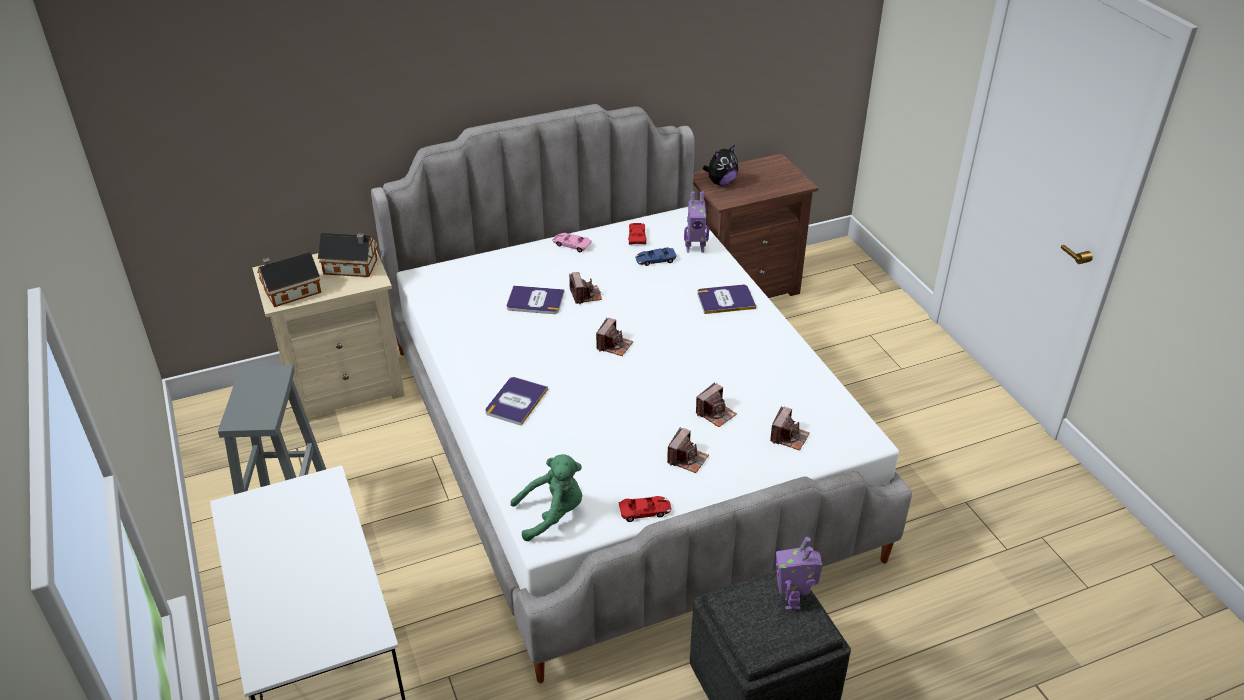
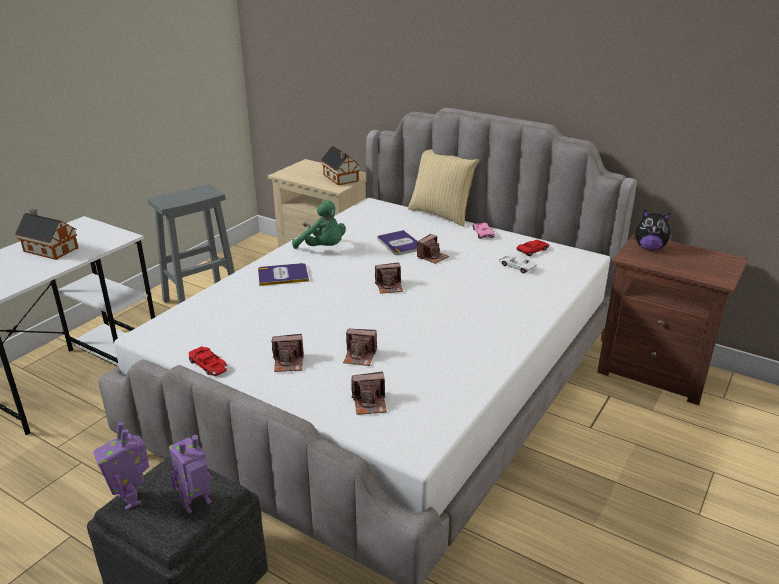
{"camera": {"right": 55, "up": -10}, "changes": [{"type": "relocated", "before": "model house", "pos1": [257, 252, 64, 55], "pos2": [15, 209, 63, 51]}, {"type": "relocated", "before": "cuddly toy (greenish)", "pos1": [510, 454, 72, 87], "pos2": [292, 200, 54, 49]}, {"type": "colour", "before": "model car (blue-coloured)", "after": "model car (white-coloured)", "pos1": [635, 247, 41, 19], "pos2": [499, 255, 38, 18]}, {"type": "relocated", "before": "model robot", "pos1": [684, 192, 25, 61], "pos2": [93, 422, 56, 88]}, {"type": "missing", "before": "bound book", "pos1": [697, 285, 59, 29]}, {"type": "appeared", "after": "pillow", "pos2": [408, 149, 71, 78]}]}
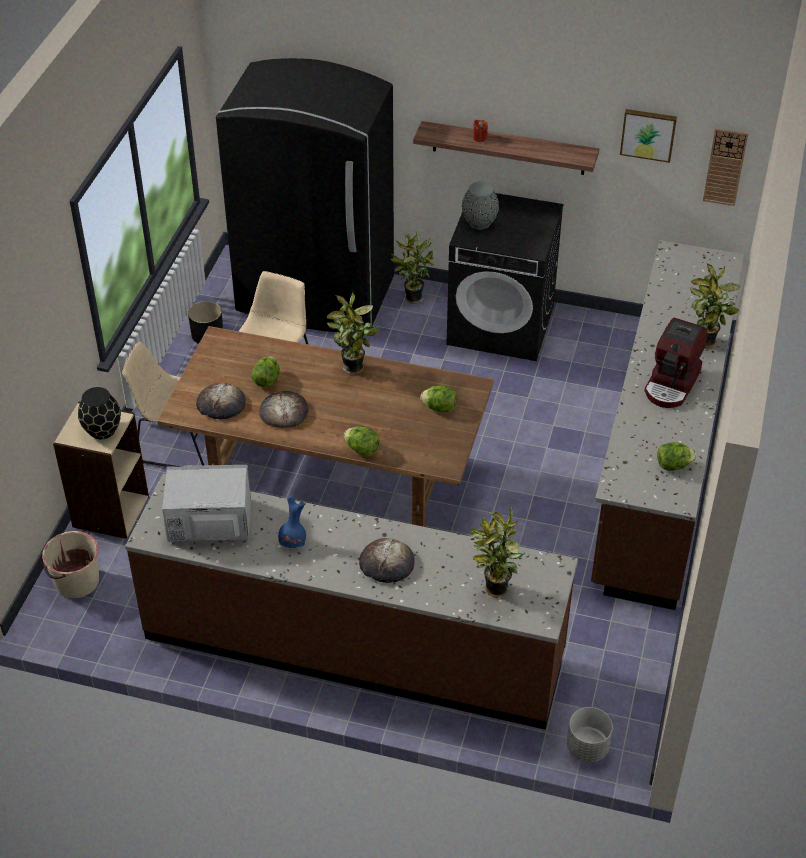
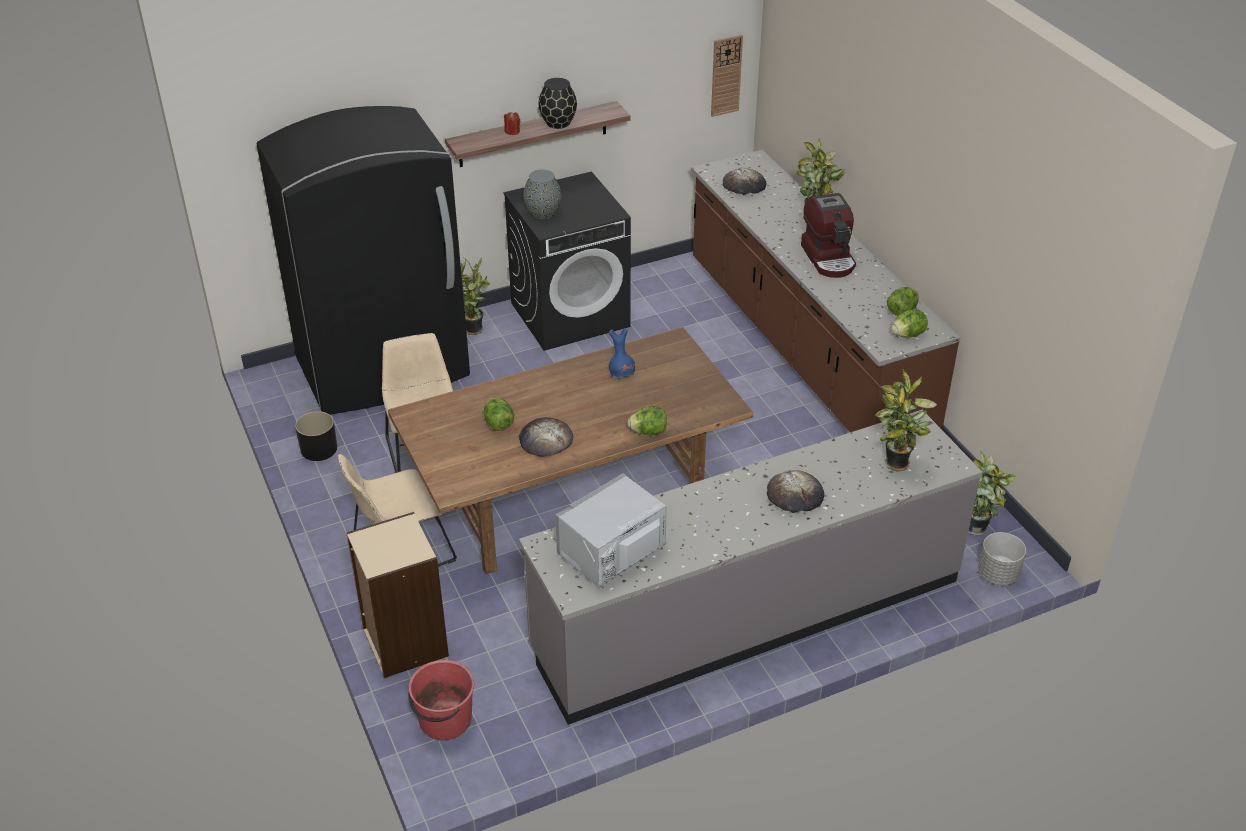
{"camera": {"right": -40, "up": -5}, "changes": [{"type": "colour", "before": "bucket (beige-coloured)", "after": "bucket (red-coloured)", "pos1": [42, 531, 57, 67], "pos2": [408, 660, 66, 80]}, {"type": "relocated", "before": "flower vase (black)", "pos1": [78, 387, 43, 52], "pos2": [538, 78, 39, 51]}, {"type": "colour", "before": "kitchen counter (brownish)", "after": "kitchen counter (gray)", "pos1": [125, 473, 453, 257], "pos2": [519, 410, 463, 315]}, {"type": "relocated", "before": "bread", "pos1": [196, 383, 50, 36], "pos2": [723, 168, 43, 27]}, {"type": "relocated", "before": "flower vase (blue-coloured)", "pos1": [278, 496, 28, 52], "pos2": [609, 328, 26, 49]}, {"type": "relocated", "before": "plant in a pot", "pos1": [327, 292, 52, 83], "pos2": [968, 450, 49, 86]}, {"type": "relocated", "before": "lettuce head", "pos1": [420, 385, 36, 27], "pos2": [891, 309, 37, 28]}, {"type": "missing", "before": "picture", "pos1": [620, 109, 57, 54]}]}
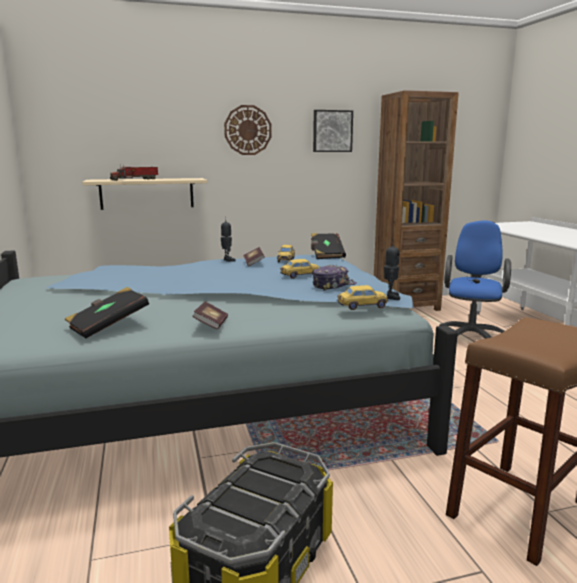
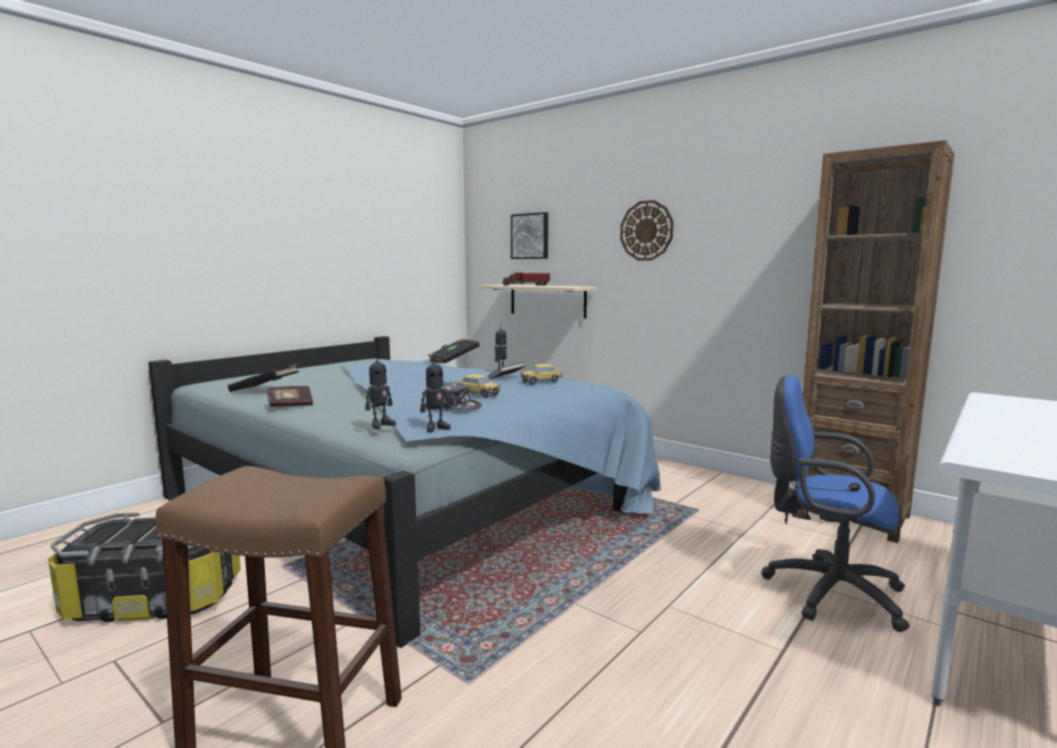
{"camera": {"right": 55, "up": -5}, "changes": [{"type": "relocated", "before": "bound book (black)", "pos1": [311, 233, 35, 26], "pos2": [428, 338, 52, 25]}, {"type": "relocated", "before": "picture", "pos1": [313, 110, 40, 42], "pos2": [511, 212, 37, 47]}, {"type": "exchanged", "before": "model car", "after": "model robot", "pos1": [337, 285, 51, 25], "pos2": [365, 352, 31, 77]}, {"type": "spun", "before": "desk chair (blue-coloured)", "pos1": [435, 220, 76, 119], "pos2": [761, 375, 149, 257], "turn": -135}]}
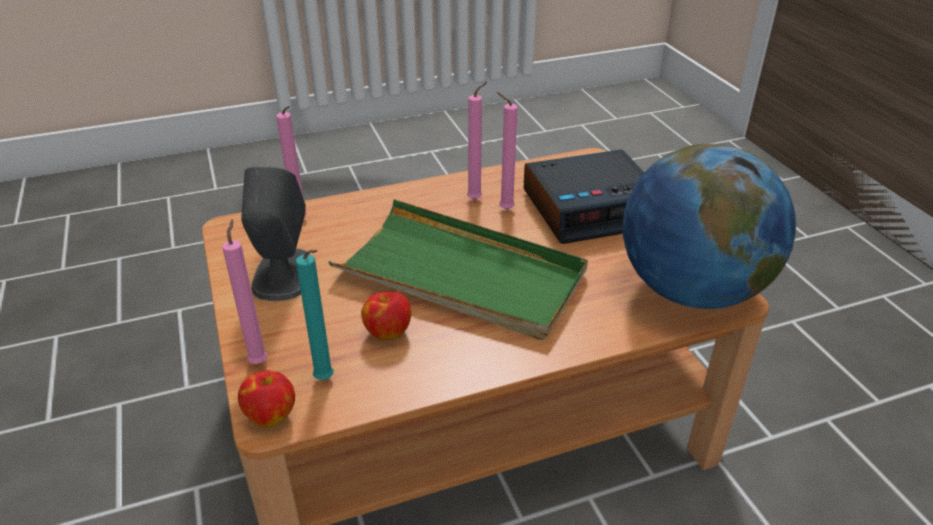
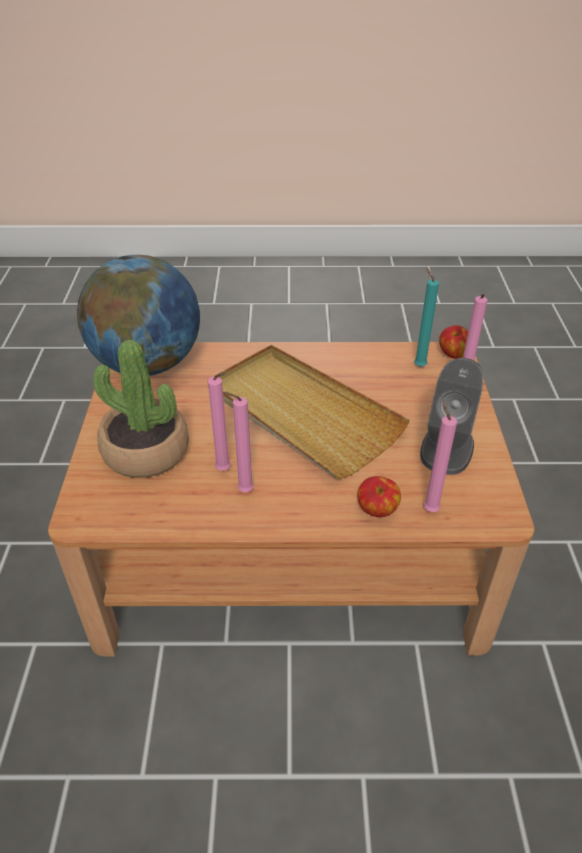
{"camera": {"right": -160, "up": 5}, "changes": [{"type": "colour", "before": "carrying tray (greenish)", "after": "carrying tray (beige-coloured)", "pos1": [328, 199, 260, 141], "pos2": [207, 345, 203, 134]}, {"type": "relocated", "before": "apple", "pos1": [361, 292, 50, 48], "pos2": [357, 476, 44, 41]}, {"type": "exchanged", "before": "table clock", "after": "plant in a pot", "pos1": [524, 149, 121, 95], "pos2": [93, 340, 96, 138]}]}
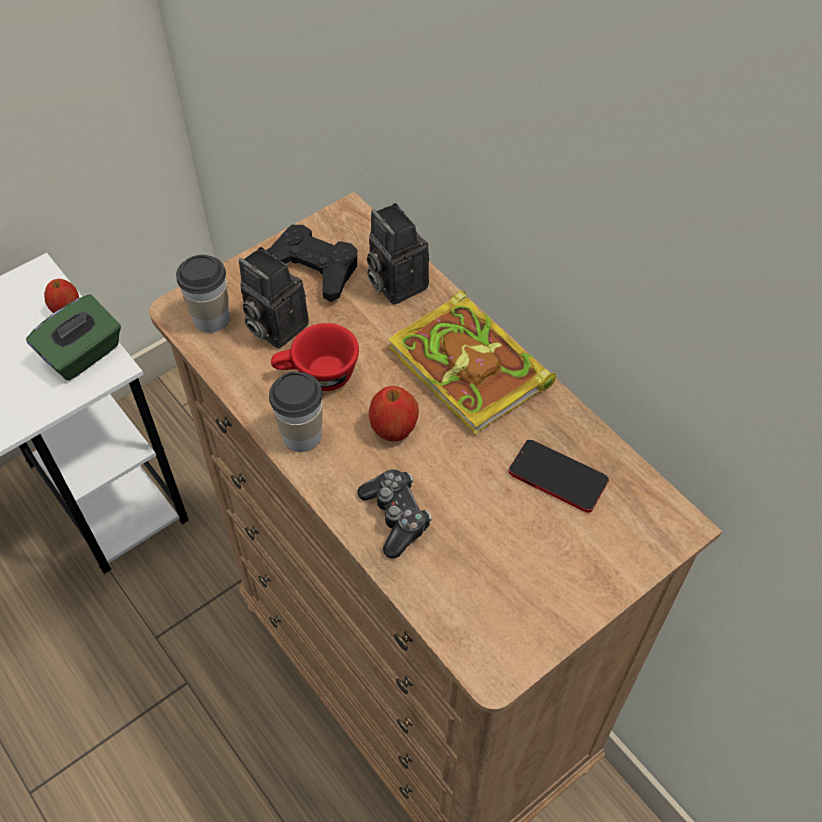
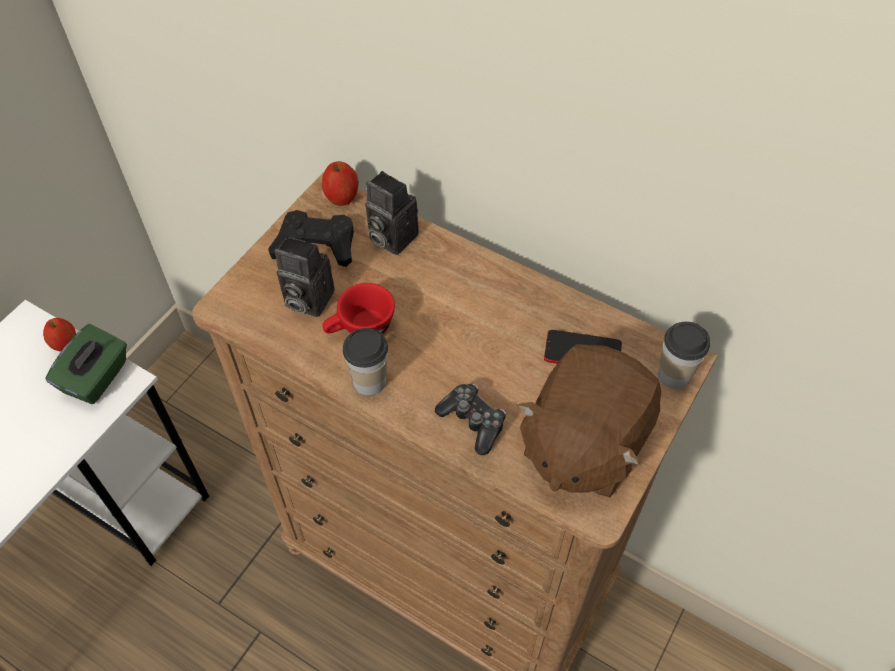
{"camera": {"right": -20, "up": 0}, "changes": [{"type": "relocated", "before": "cup", "pos1": [176, 255, 54, 78], "pos2": [658, 322, 52, 67]}, {"type": "relocated", "before": "apple", "pos1": [369, 386, 50, 56], "pos2": [322, 161, 37, 45]}, {"type": "missing", "before": "bound book", "pos1": [389, 291, 167, 143]}, {"type": "appeared", "after": "cuddly toy (brownish)", "pos2": [517, 344, 144, 153]}]}
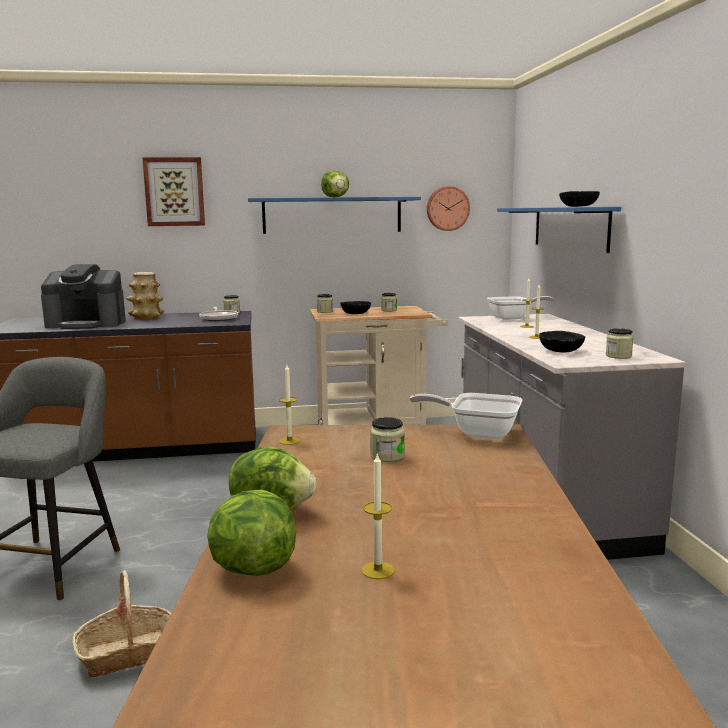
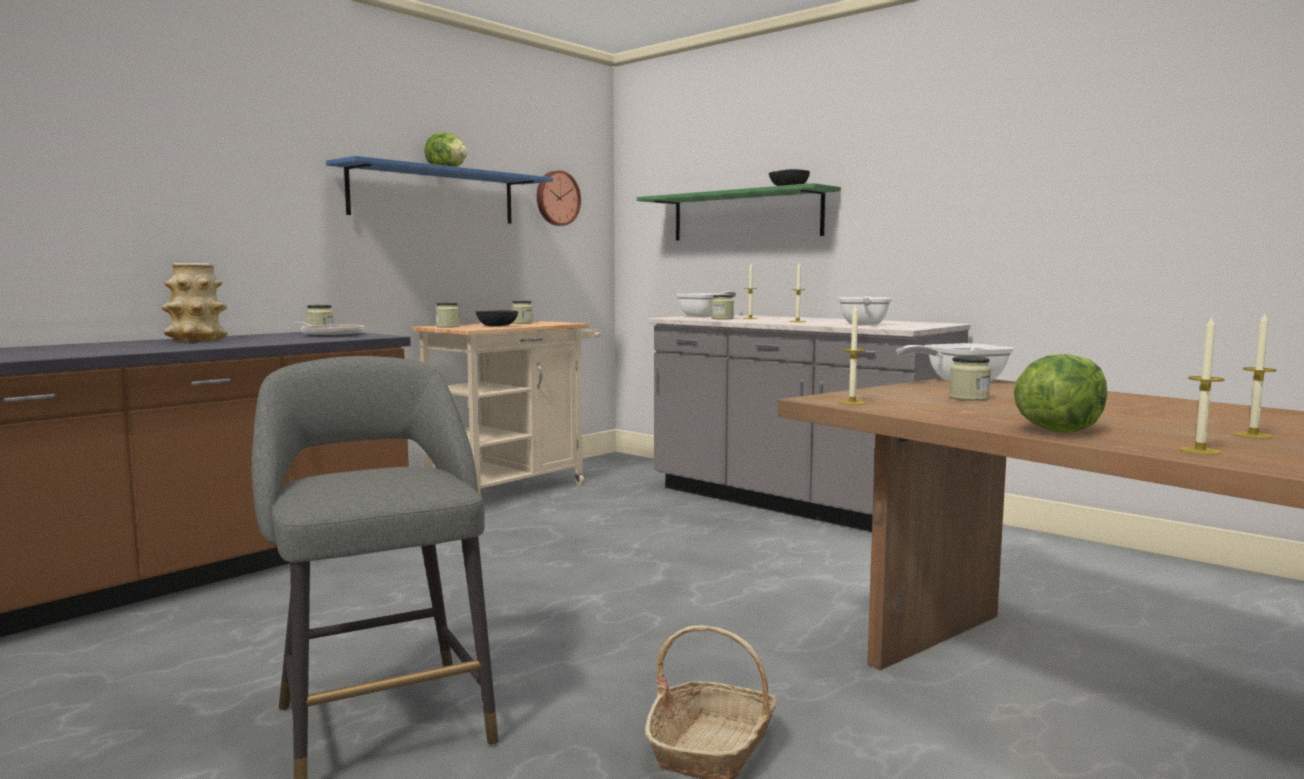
{"camera": {"right": -40, "up": -5}, "changes": [{"type": "missing", "before": "coffee brewer", "pos1": [41, 264, 85, 65]}, {"type": "missing", "before": "picture", "pos1": [142, 157, 63, 69]}, {"type": "exchanged", "before": "lettuce head", "after": "candle", "pos1": [207, 489, 89, 87], "pos2": [1179, 316, 46, 139]}, {"type": "colour", "before": "bracket shelf (blue-coloured)", "after": "bracket shelf (greenish)", "pos1": [497, 207, 124, 46], "pos2": [636, 183, 205, 58]}, {"type": "exchanged", "before": "deep dish (black)", "after": "skillet", "pos1": [539, 331, 47, 22], "pos2": [837, 297, 55, 28]}, {"type": "relocated", "before": "preserve jar", "pos1": [606, 328, 28, 31], "pos2": [711, 295, 23, 24]}]}
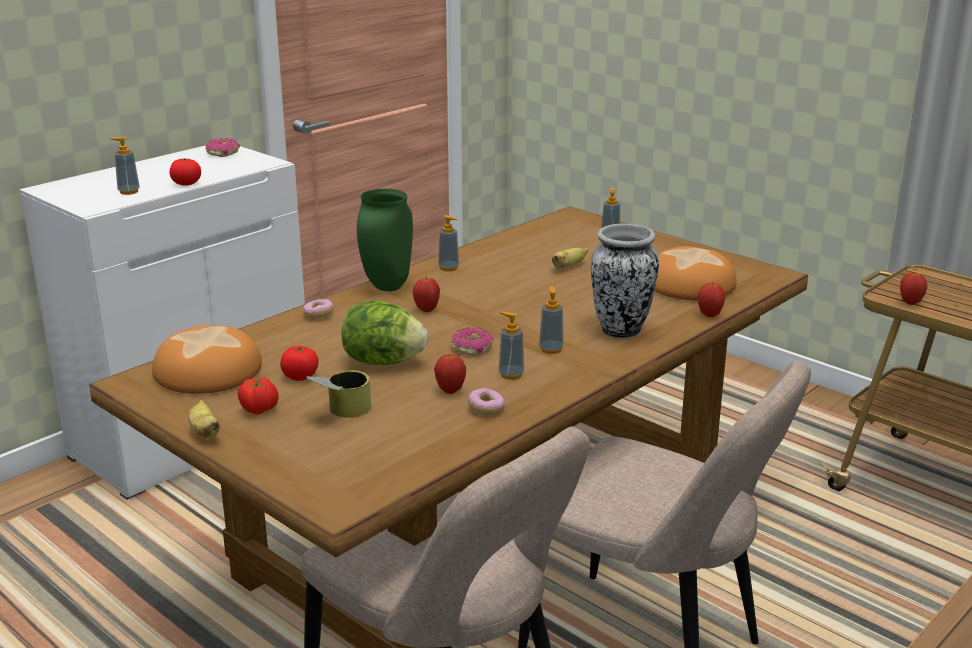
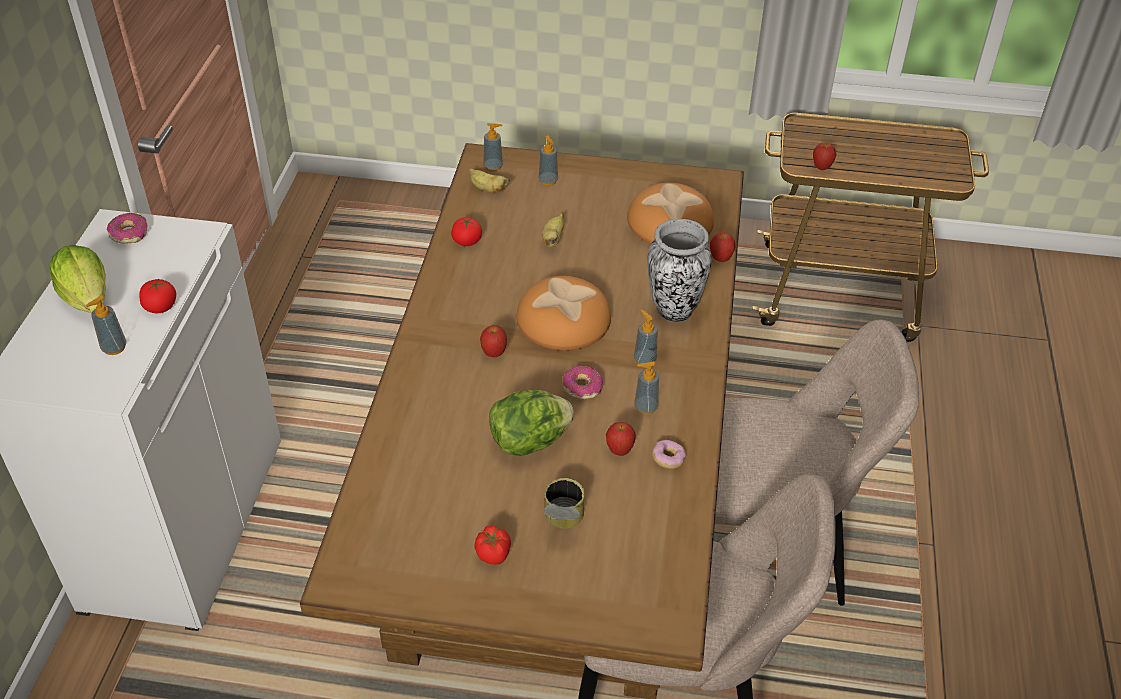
{"camera": {"right": -35, "up": 20}, "changes": [{"type": "relocated", "before": "bread", "pos1": [152, 325, 110, 69], "pos2": [517, 276, 94, 75]}, {"type": "relocated", "before": "banana fruit", "pos1": [189, 400, 31, 39], "pos2": [469, 168, 40, 25]}, {"type": "relocated", "before": "whole tomato", "pos1": [280, 345, 39, 36], "pos2": [451, 217, 31, 29]}, {"type": "missing", "before": "ring doughnut", "pos1": [303, 299, 31, 20]}, {"type": "missing", "before": "flower vase (greenish)", "pos1": [357, 189, 56, 102]}, {"type": "relocated", "before": "soap bottle", "pos1": [438, 215, 21, 56], "pos2": [483, 123, 20, 49]}, {"type": "appeared", "after": "lettuce head", "pos2": [49, 245, 57, 68]}]}
